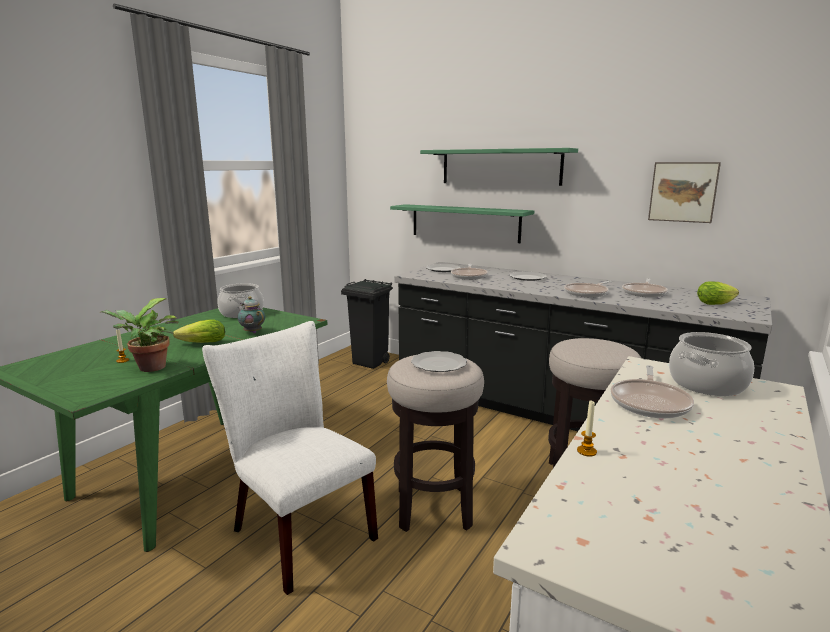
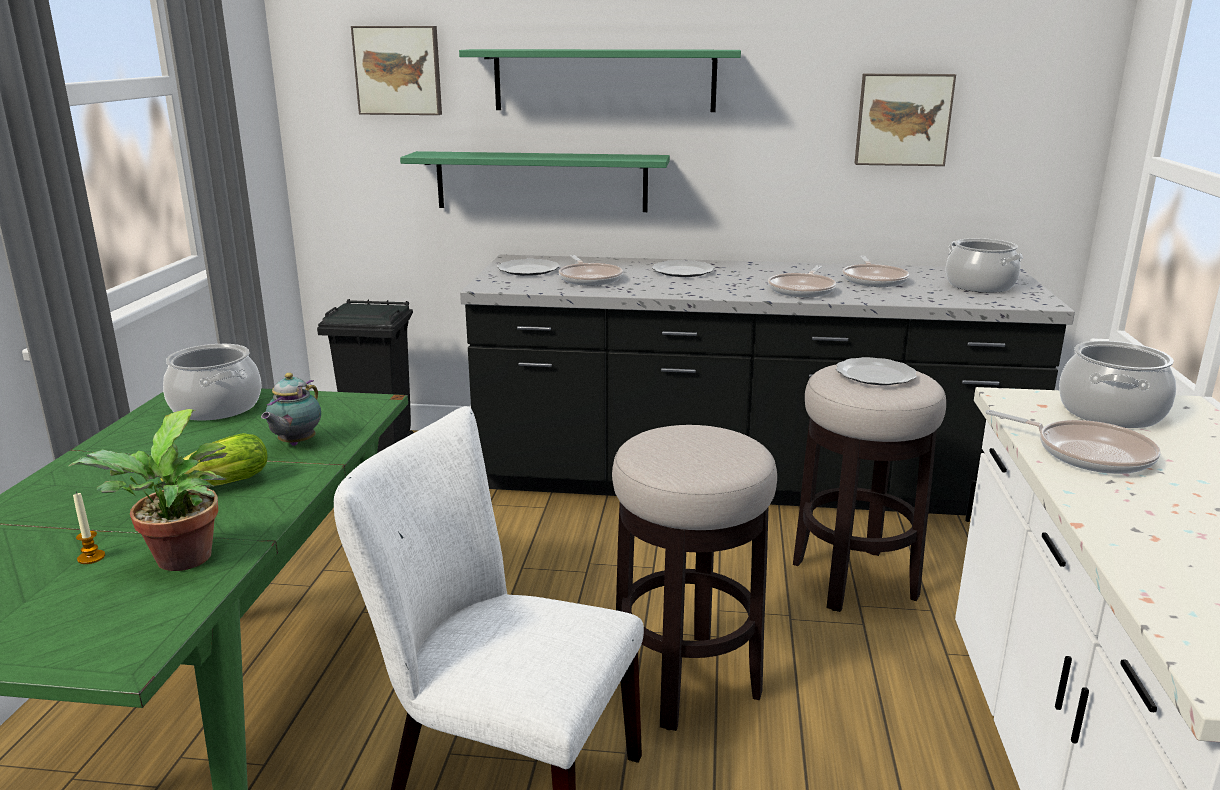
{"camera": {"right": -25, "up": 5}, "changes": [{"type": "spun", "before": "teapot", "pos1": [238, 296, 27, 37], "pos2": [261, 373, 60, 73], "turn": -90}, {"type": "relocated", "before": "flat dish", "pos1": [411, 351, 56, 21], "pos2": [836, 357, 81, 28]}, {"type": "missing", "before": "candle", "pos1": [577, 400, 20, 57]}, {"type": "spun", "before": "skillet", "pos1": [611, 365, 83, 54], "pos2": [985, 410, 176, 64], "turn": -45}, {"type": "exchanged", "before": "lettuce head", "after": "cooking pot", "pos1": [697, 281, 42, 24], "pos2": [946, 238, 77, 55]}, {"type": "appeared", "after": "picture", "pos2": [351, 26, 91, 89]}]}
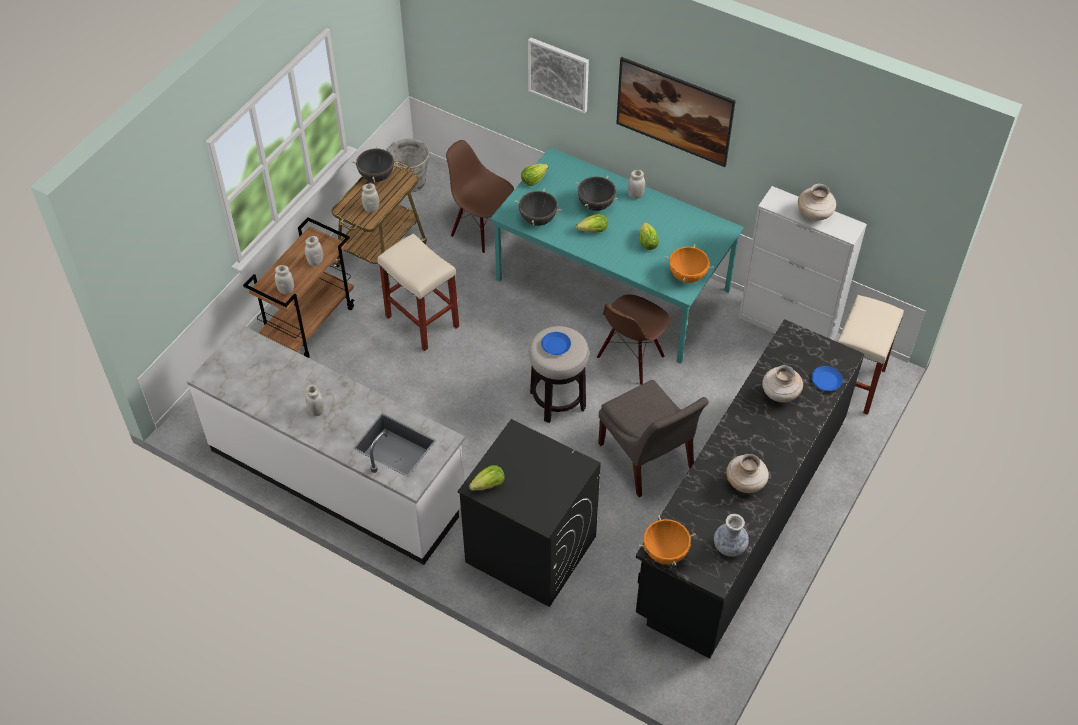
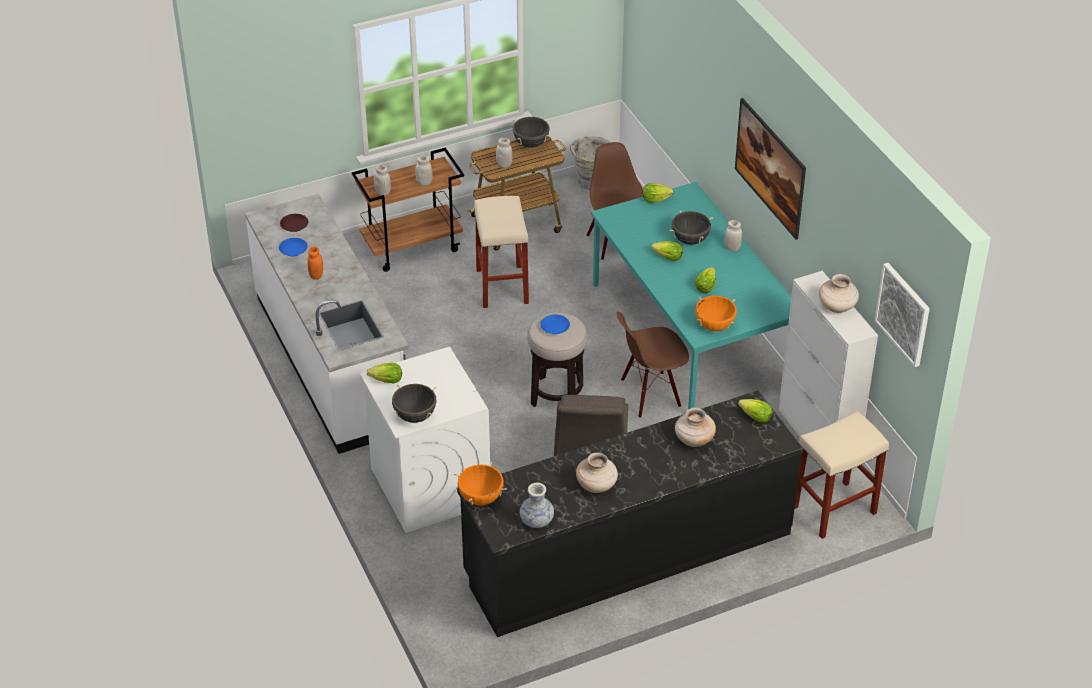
{"camera": {"right": 35, "up": -10}, "changes": [{"type": "colour", "before": "preserve jar (white-coloured)", "after": "preserve jar (orange)", "pos1": [305, 385, 19, 31], "pos2": [308, 246, 15, 34]}, {"type": "colour", "before": "laundry machine (black)", "after": "laundry machine (white-coloured)", "pos1": [457, 419, 144, 188], "pos2": [360, 347, 130, 186]}, {"type": "relocated", "before": "cooking pot (black)", "pos1": [515, 188, 47, 38], "pos2": [392, 384, 44, 39]}, {"type": "relocated", "before": "picture", "pos1": [528, 37, 61, 77], "pos2": [875, 263, 55, 104]}, {"type": "relocated", "before": "flat dish (blue-coloured)", "pos1": [811, 366, 32, 25], "pos2": [279, 238, 29, 18]}, {"type": "appeared", "after": "flat dish (brownish)", "pos2": [280, 214, 28, 18]}, {"type": "appeared", "after": "lettuce head", "pos2": [738, 399, 34, 24]}]}
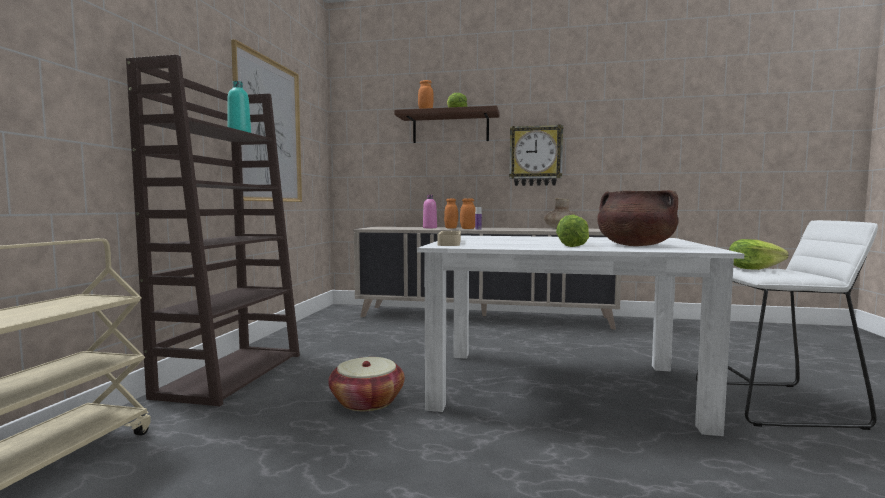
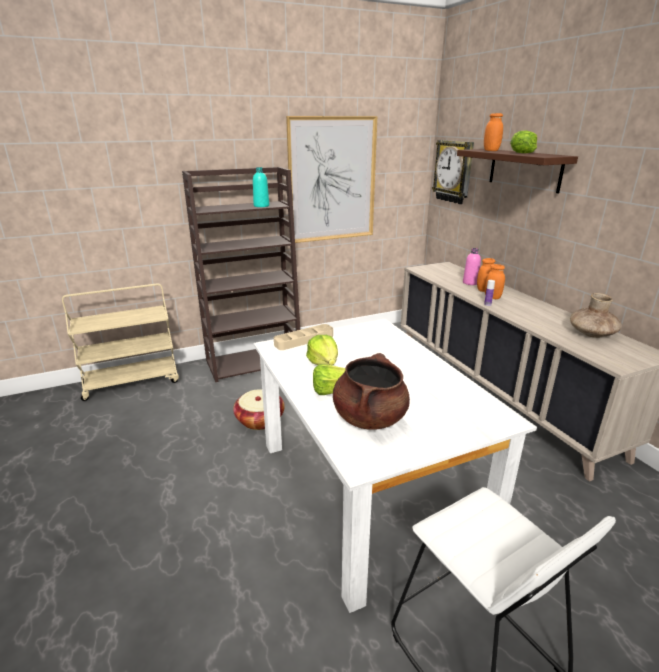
{"camera": {"right": 55, "up": 20}, "changes": [{"type": "relocated", "before": "clock on the wall", "pos1": [509, 124, 54, 62], "pos2": [432, 140, 42, 64]}, {"type": "relocated", "before": "lettuce head", "pos1": [729, 239, 60, 31], "pos2": [306, 335, 32, 30]}]}
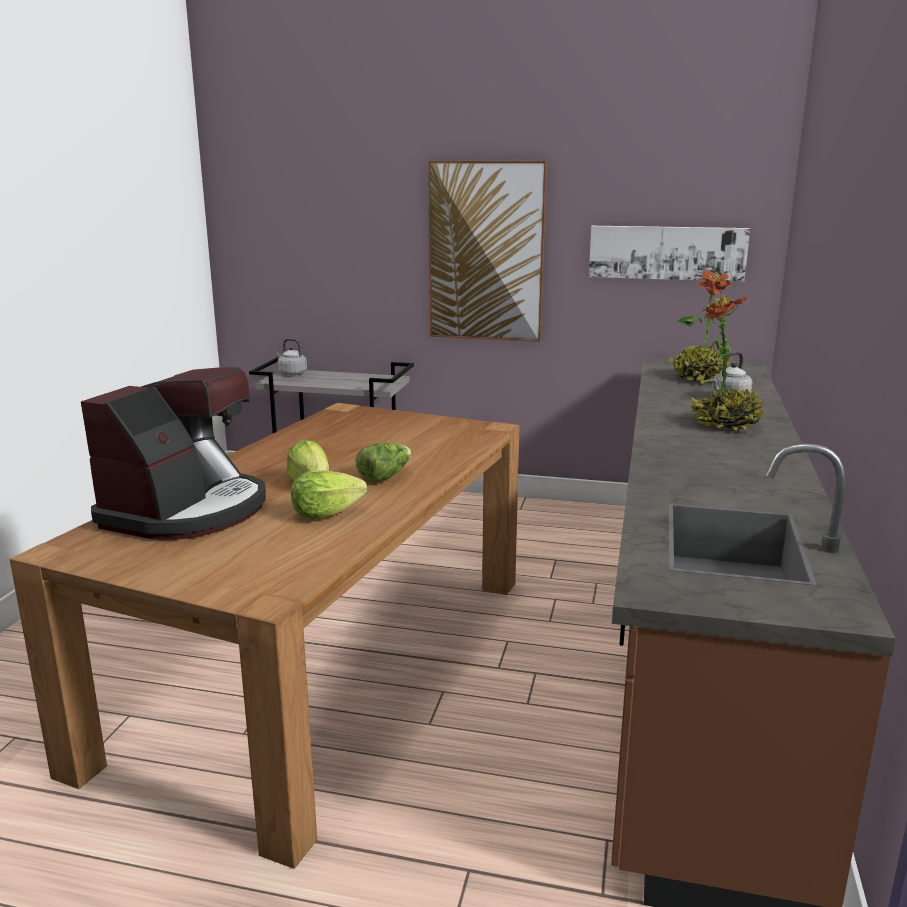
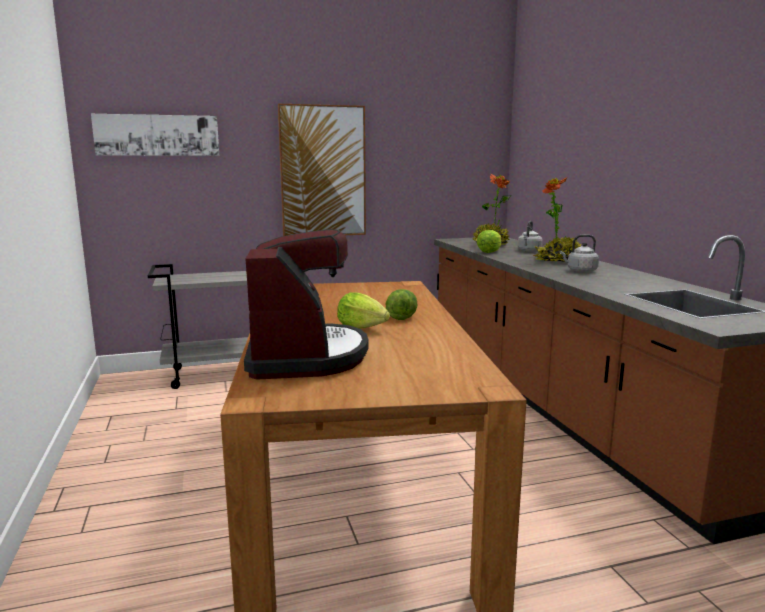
{"camera": {"right": -30, "up": -5}, "changes": [{"type": "relocated", "before": "tea kettle (gray)", "pos1": [275, 338, 32, 37], "pos2": [560, 235, 39, 37]}, {"type": "relocated", "before": "lettuce head", "pos1": [291, 470, 76, 49], "pos2": [477, 230, 25, 23]}, {"type": "relocated", "before": "picture", "pos1": [589, 226, 161, 56], "pos2": [91, 114, 128, 42]}]}
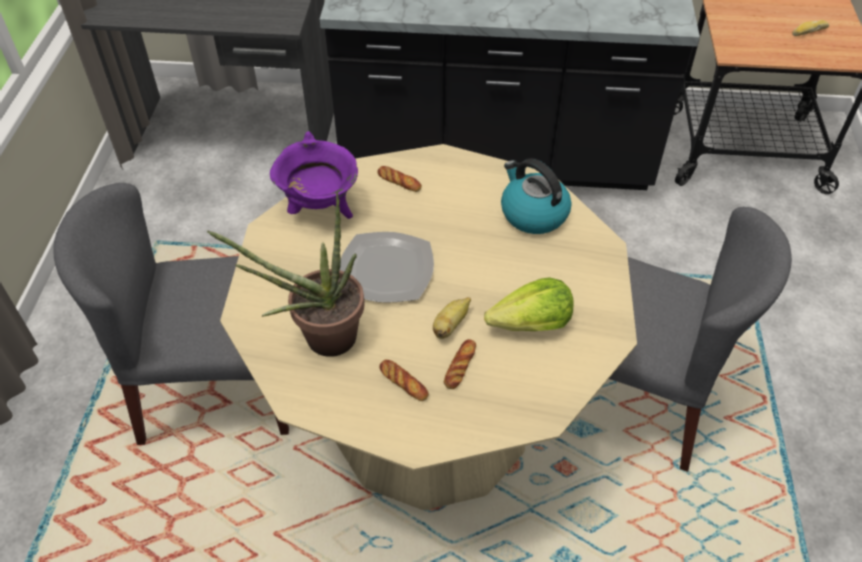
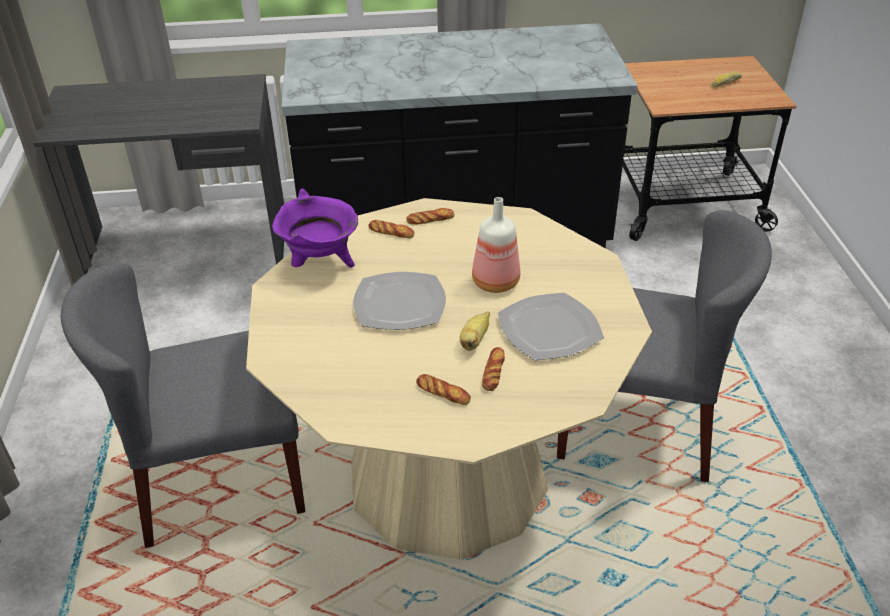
{"camera": {"right": -10, "up": -10}, "changes": [{"type": "missing", "before": "plant in a pot", "pos1": [207, 192, 158, 165]}, {"type": "exchanged", "before": "lettuce head", "after": "flat dish", "pos1": [484, 277, 90, 54], "pos2": [498, 293, 106, 67]}, {"type": "missing", "before": "tea kettle", "pos1": [501, 158, 71, 76]}, {"type": "appeared", "after": "bread", "pos2": [406, 208, 48, 17]}, {"type": "appeared", "after": "beverage bottle", "pos2": [472, 197, 48, 96]}]}
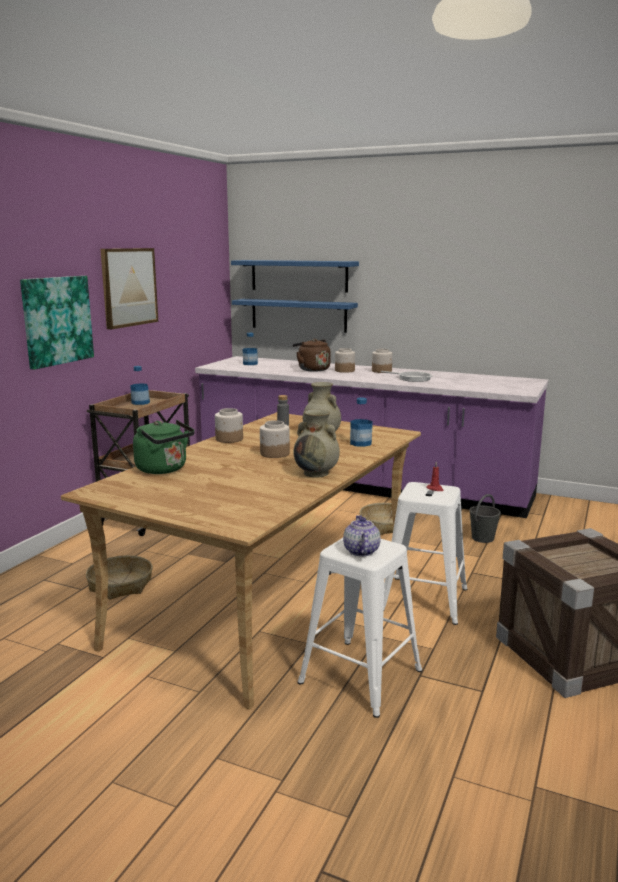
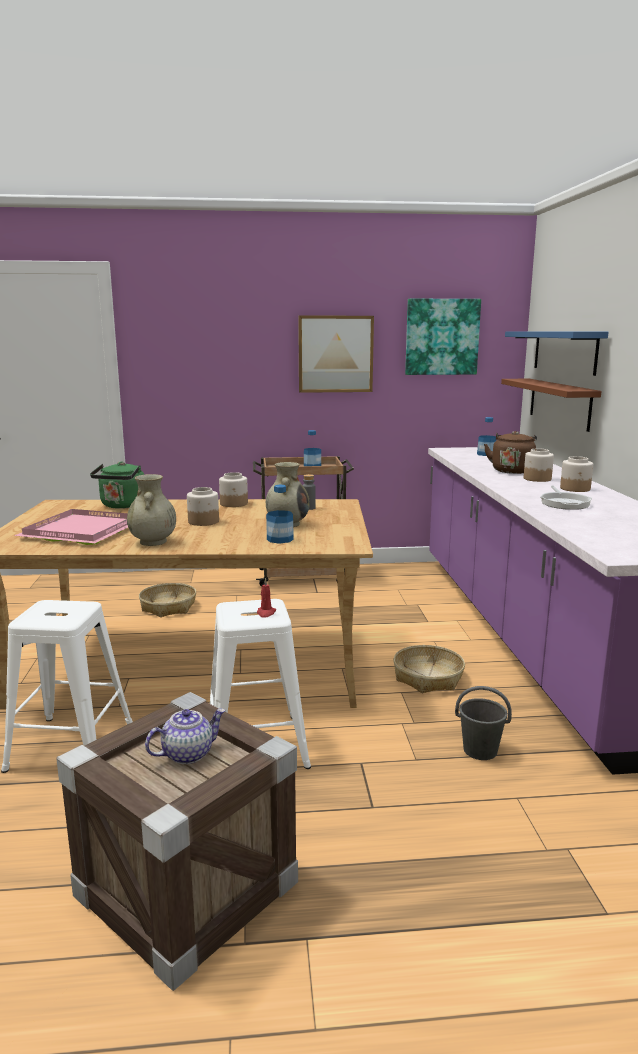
{"camera": {"right": 60, "up": 0}, "changes": [{"type": "relocated", "before": "picture", "pos1": [20, 276, 74, 94], "pos2": [405, 299, 76, 76]}, {"type": "colour", "before": "bracket shelf (blue-coloured)", "after": "bracket shelf (brownish)", "pos1": [232, 299, 126, 34], "pos2": [501, 379, 101, 53]}, {"type": "relocated", "before": "teapot", "pos1": [343, 515, 38, 41], "pos2": [145, 709, 81, 55]}, {"type": "appeared", "after": "carrying tray (pink)", "pos2": [14, 509, 114, 36]}]}
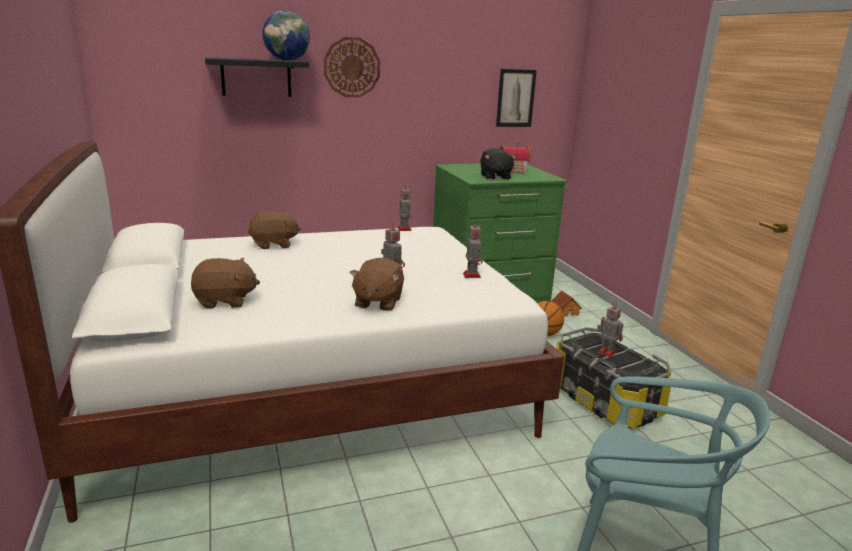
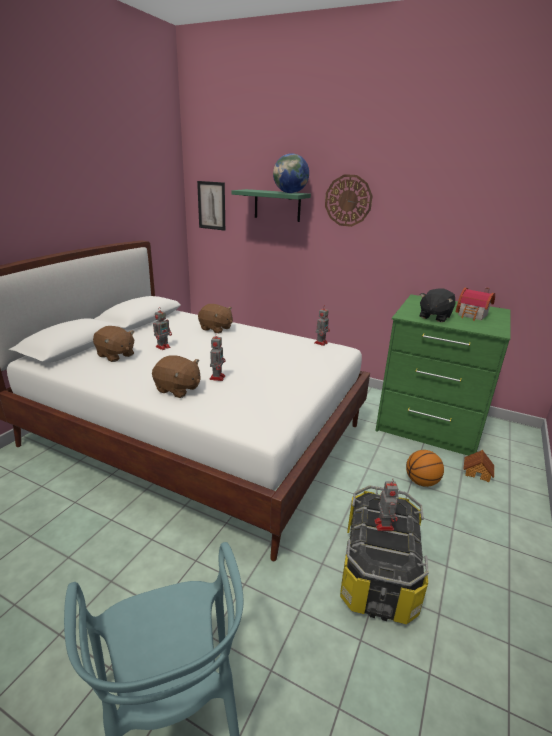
{"camera": {"right": 45, "up": 5}, "changes": [{"type": "colour", "before": "bracket shelf (black)", "after": "bracket shelf (greenish)", "pos1": [205, 57, 104, 40], "pos2": [232, 189, 79, 33]}, {"type": "spun", "before": "cuddly toy (brownish)", "pos1": [350, 258, 54, 53], "pos2": [152, 355, 49, 43], "turn": -120}, {"type": "relocated", "before": "model robot", "pos1": [463, 221, 19, 57], "pos2": [153, 309, 19, 41]}, {"type": "relocated", "before": "picture", "pos1": [496, 69, 41, 58], "pos2": [197, 181, 28, 50]}]}
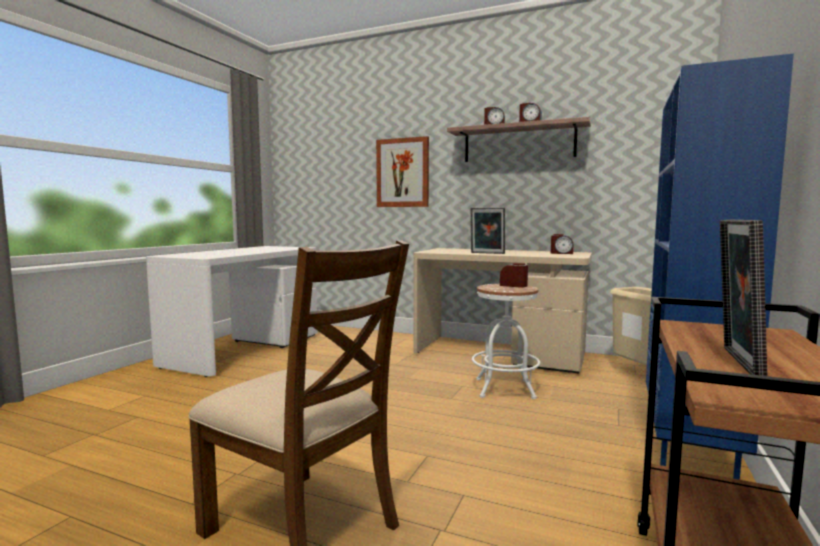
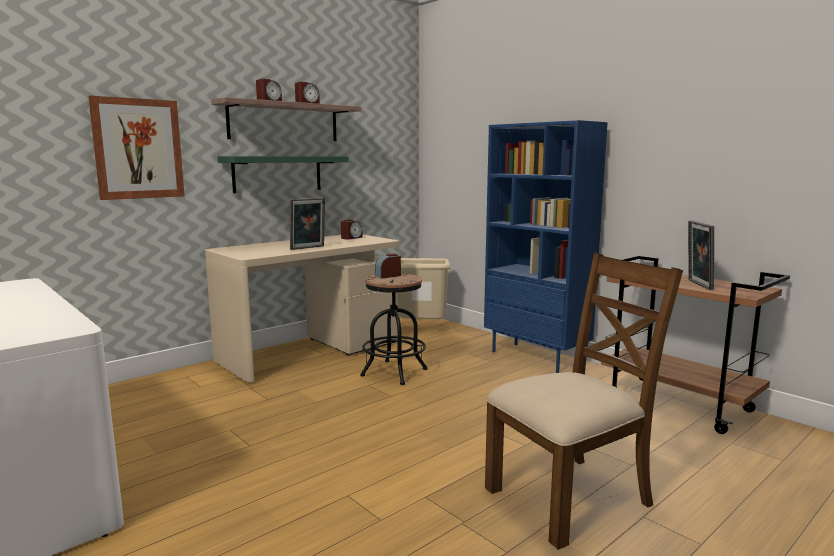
{"camera": {"right": -65, "up": 5}, "changes": [{"type": "colour", "before": "sitting stool (white-coloured)", "after": "sitting stool (black)", "pos1": [472, 284, 68, 115], "pos2": [360, 274, 68, 111]}, {"type": "spun", "before": "picture frame", "pos1": [720, 220, 48, 156], "pos2": [688, 221, 26, 69], "turn": 45}, {"type": "appeared", "after": "bracket shelf (greenish)", "pos2": [217, 156, 132, 37]}]}
